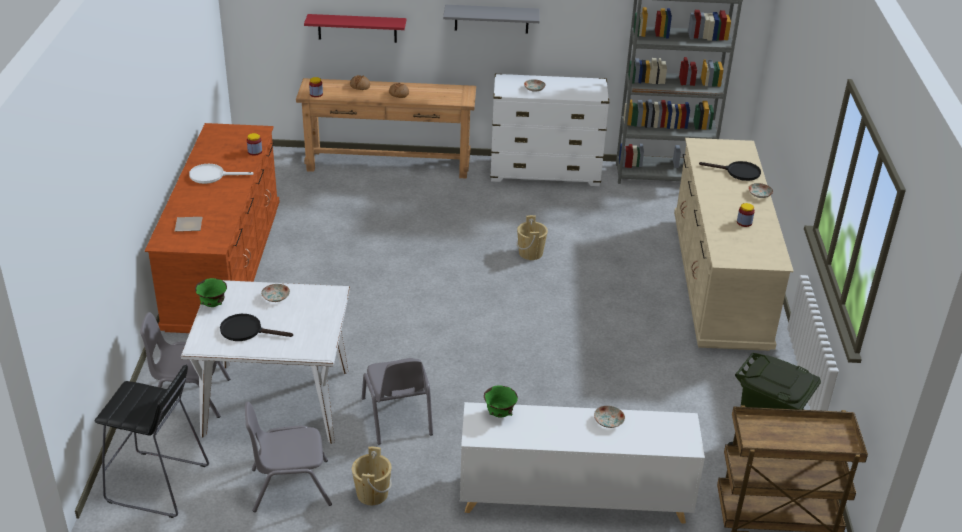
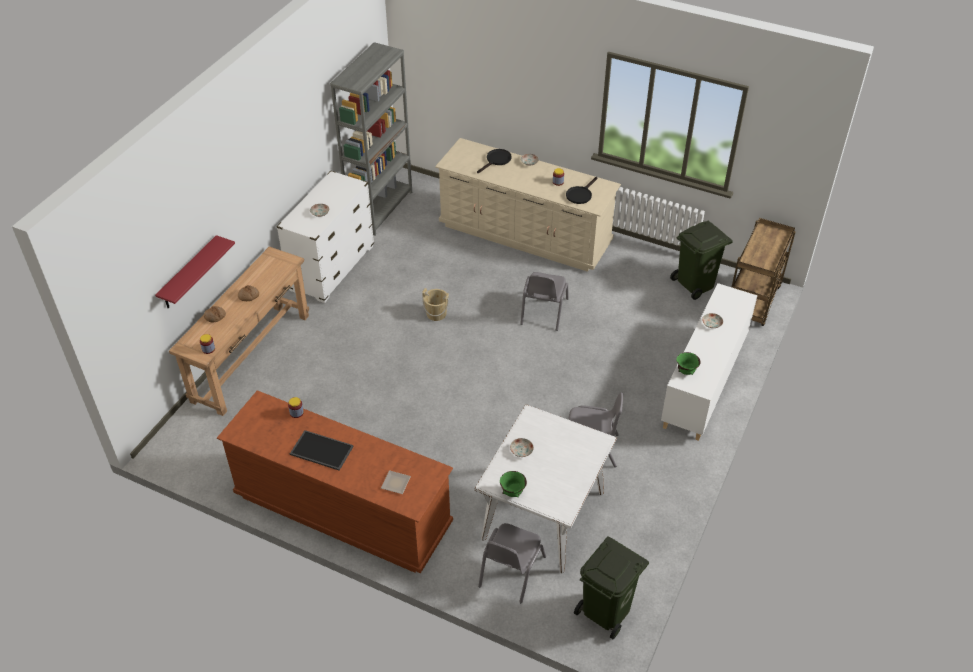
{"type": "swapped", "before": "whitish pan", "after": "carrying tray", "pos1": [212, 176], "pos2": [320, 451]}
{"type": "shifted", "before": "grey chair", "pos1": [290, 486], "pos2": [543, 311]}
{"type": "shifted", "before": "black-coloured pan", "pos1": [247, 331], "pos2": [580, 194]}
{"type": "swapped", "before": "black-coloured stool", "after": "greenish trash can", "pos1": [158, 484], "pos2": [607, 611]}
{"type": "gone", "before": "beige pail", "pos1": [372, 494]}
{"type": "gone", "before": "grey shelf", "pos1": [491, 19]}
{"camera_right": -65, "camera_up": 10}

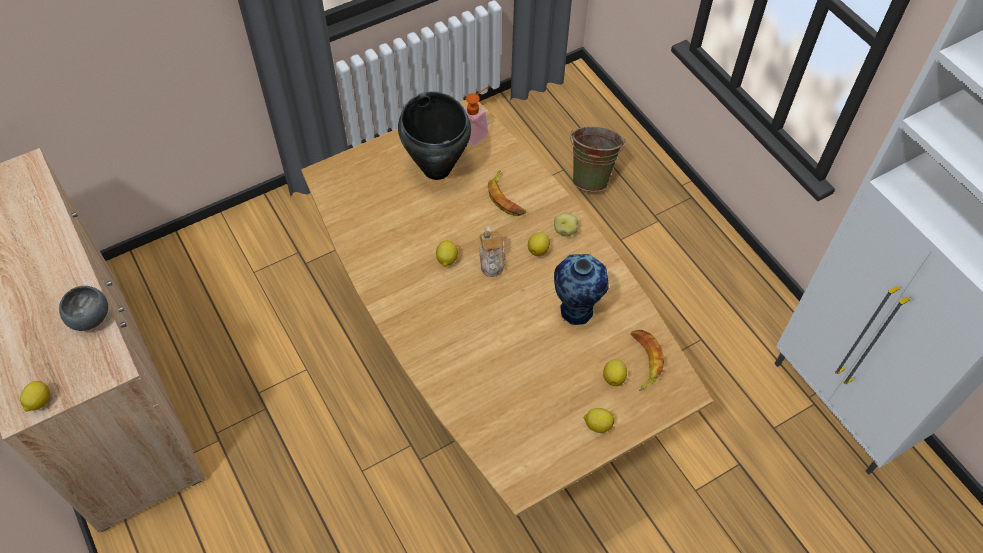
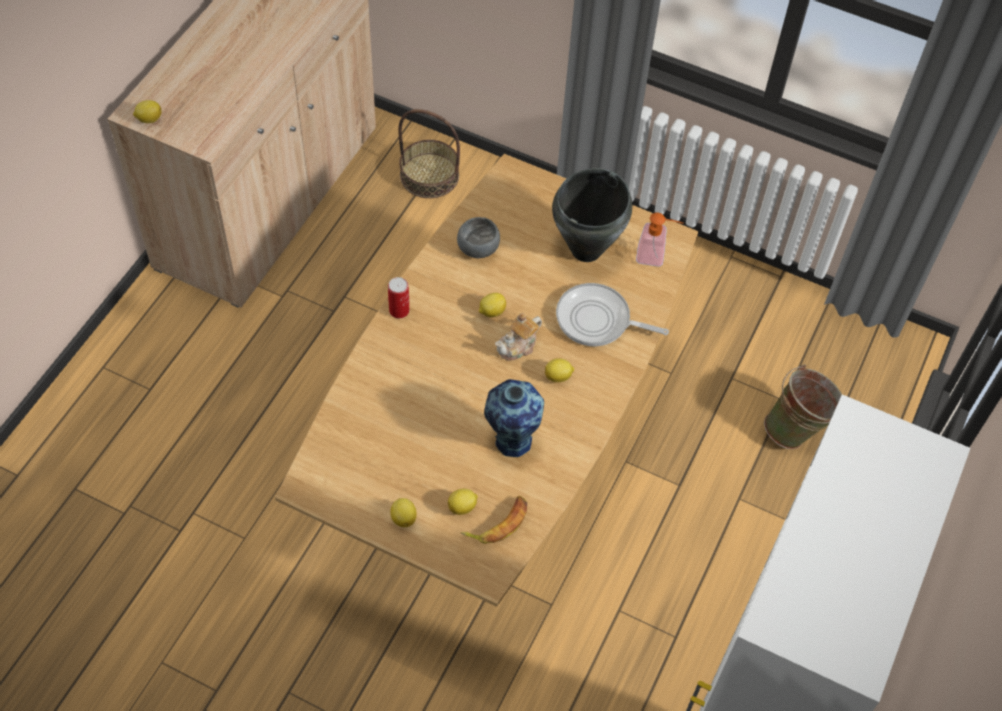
{"type": "new", "after": "sealed can", "pos2": [399, 310]}
{"type": "new", "after": "household basket", "pos2": [429, 175]}
{"type": "shifted", "before": "grey deep dish", "pos1": [91, 317], "pos2": [479, 249]}
{"type": "swapped", "before": "banana", "after": "pan", "pos1": [506, 198], "pos2": [597, 320]}
{"type": "gone", "before": "potato", "pos1": [565, 230]}
{"camera_right": 55, "camera_up": 0}

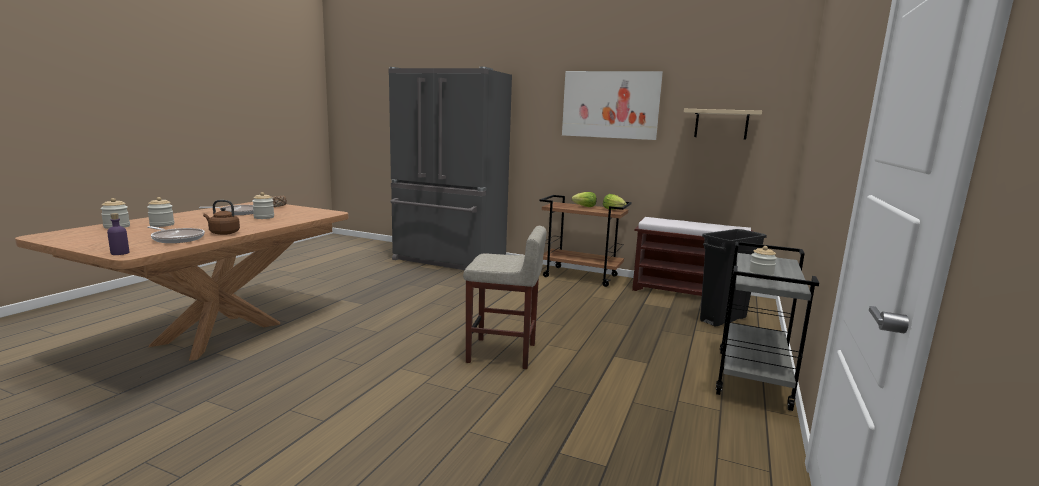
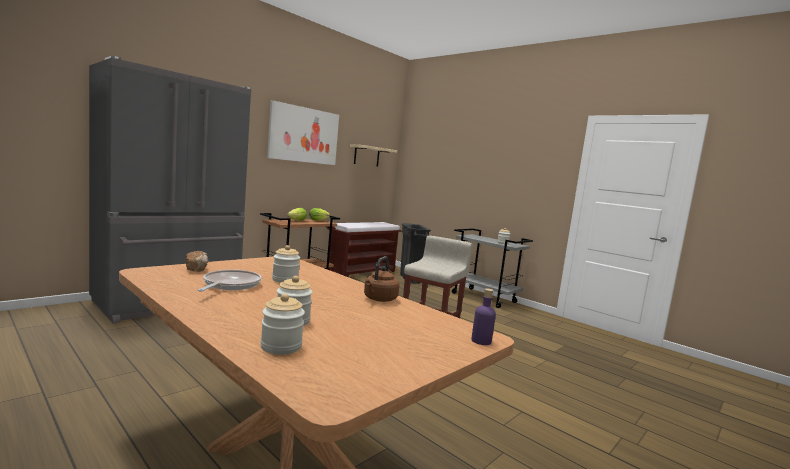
{"type": "gone", "before": "pan", "pos1": [177, 239]}
{"camera_right": -70, "camera_up": -5}

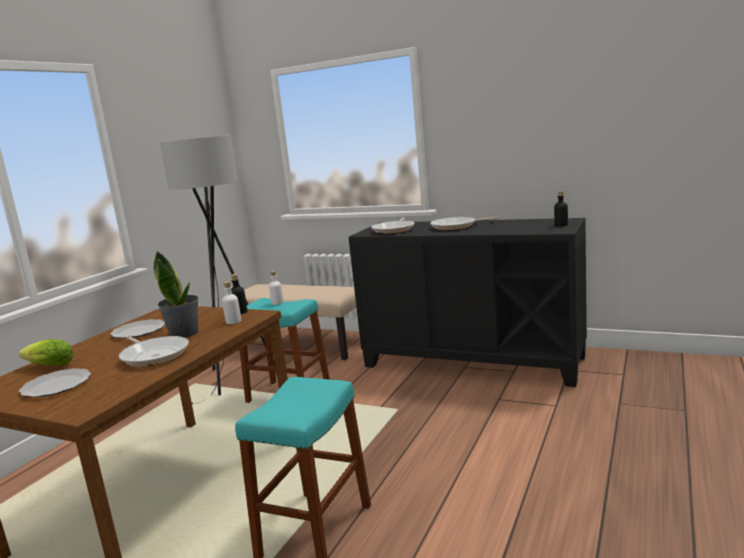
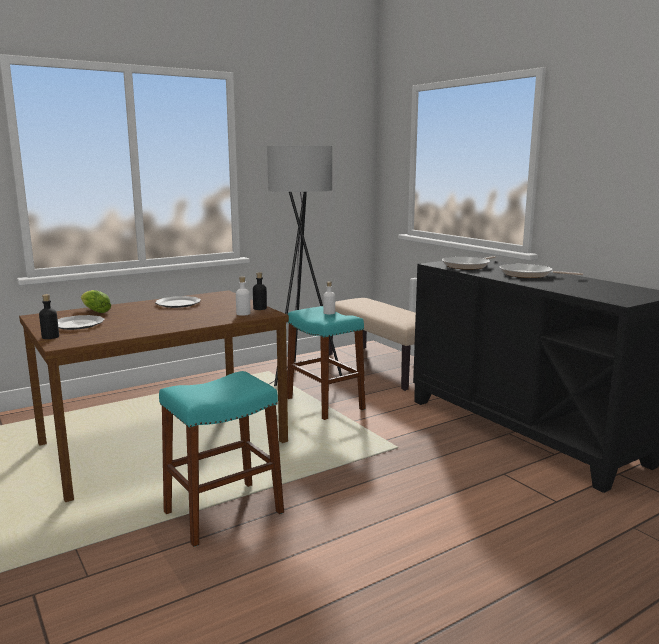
{"type": "shifted", "before": "black-coloured bottle", "pos1": [561, 225], "pos2": [50, 337]}
{"type": "gone", "before": "pan", "pos1": [154, 355]}
{"type": "gone", "before": "plant in a pot", "pos1": [184, 333]}
{"camera_right": 30, "camera_up": 0}

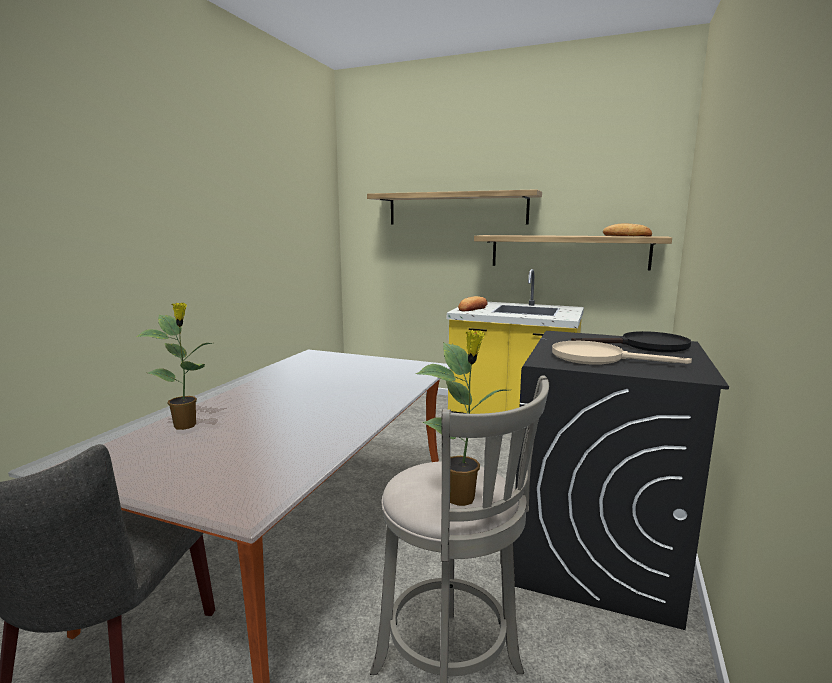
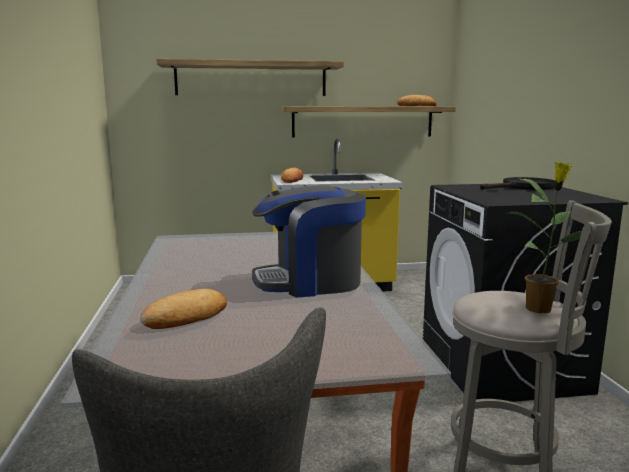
{"type": "swapped", "before": "plant in a pot", "after": "bakery bread", "pos1": [186, 425], "pos2": [186, 316]}
{"type": "new", "after": "coffee machine", "pos2": [310, 282]}
{"type": "gone", "before": "beige pan", "pos1": [598, 358]}
{"camera_right": -30, "camera_up": 0}

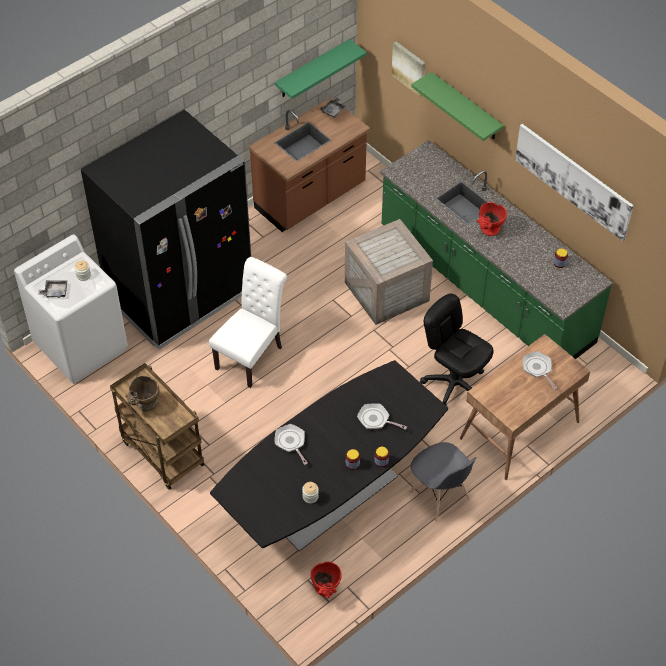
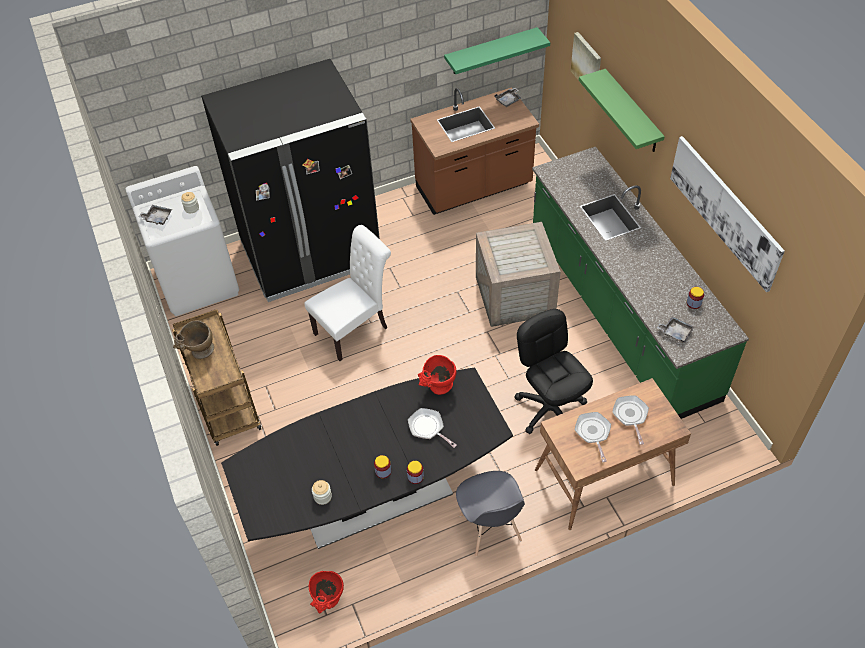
{"type": "shifted", "before": "red-coloured flower vase", "pos1": [489, 231], "pos2": [438, 388]}
{"type": "shifted", "before": "pan", "pos1": [291, 442], "pos2": [593, 433]}
{"type": "new", "after": "grey carrying tray", "pos2": [675, 332]}
{"camera_right": 20, "camera_up": 0}

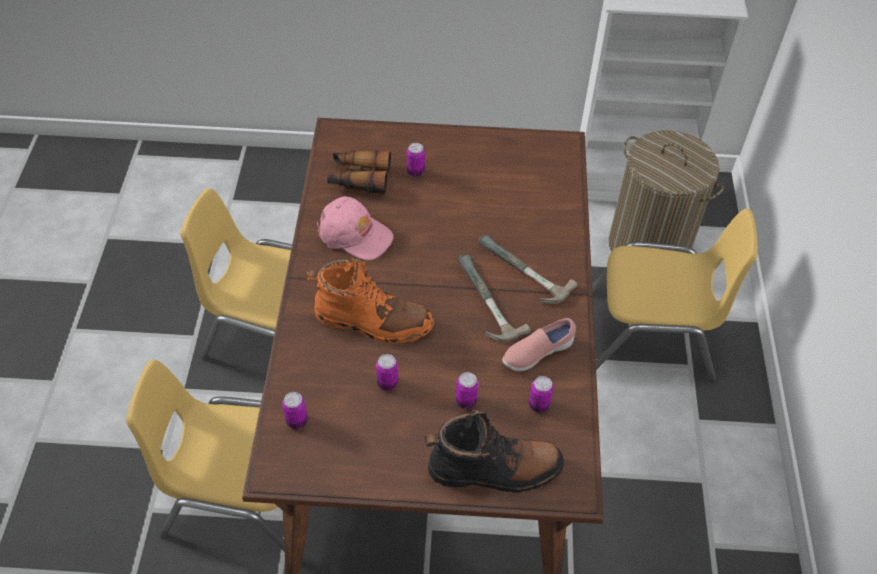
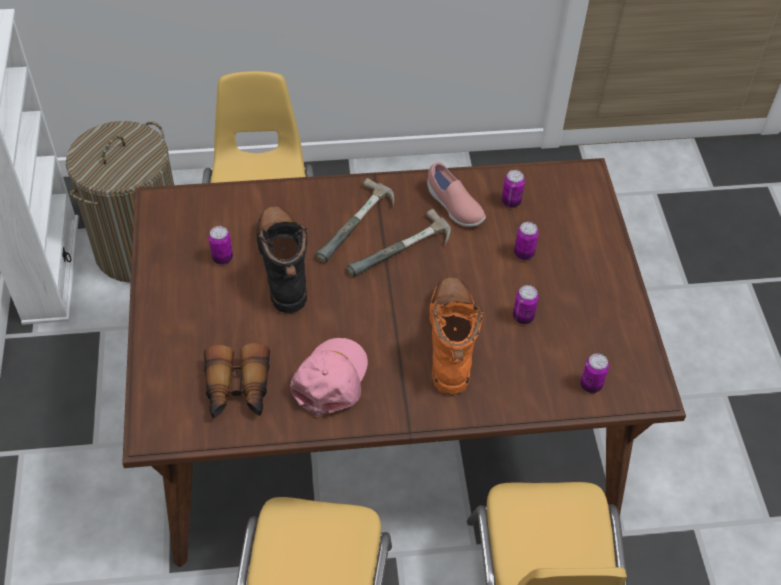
{"type": "shifted", "before": "sealed can", "pos1": [415, 172], "pos2": [222, 258]}
{"type": "shifted", "before": "black-coloured tall boot", "pos1": [494, 470], "pos2": [283, 266]}
{"camera_right": -100, "camera_up": 0}

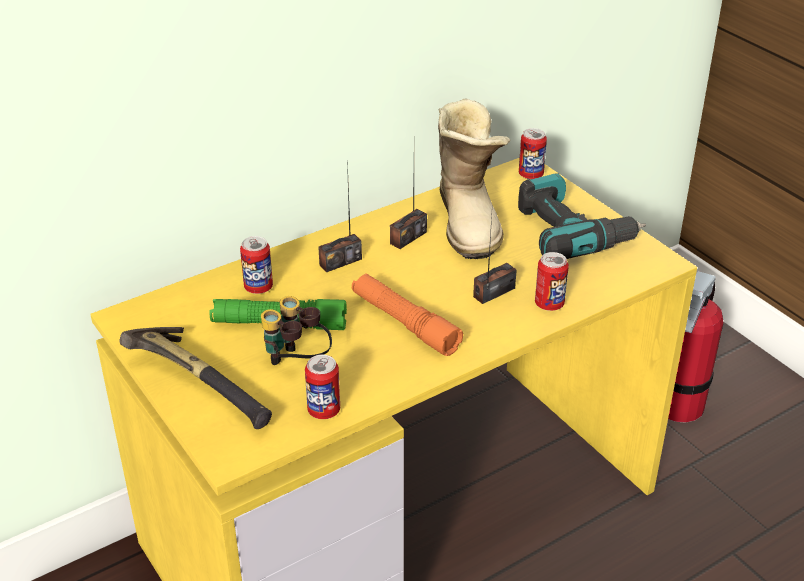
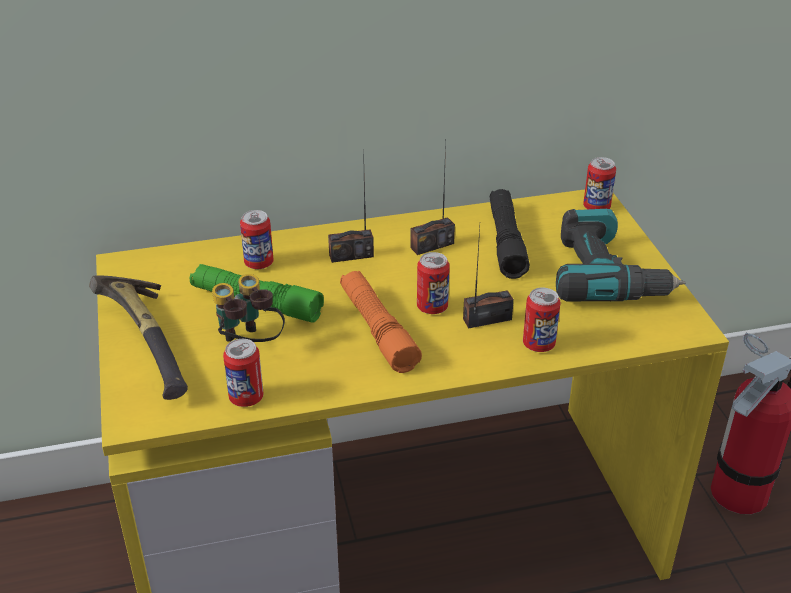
{"type": "new", "after": "sealed can", "pos2": [432, 307]}
{"type": "swapped", "before": "tall boot", "after": "black-coloured hand torch", "pos1": [471, 221], "pos2": [506, 241]}
{"camera_right": 20, "camera_up": 0}

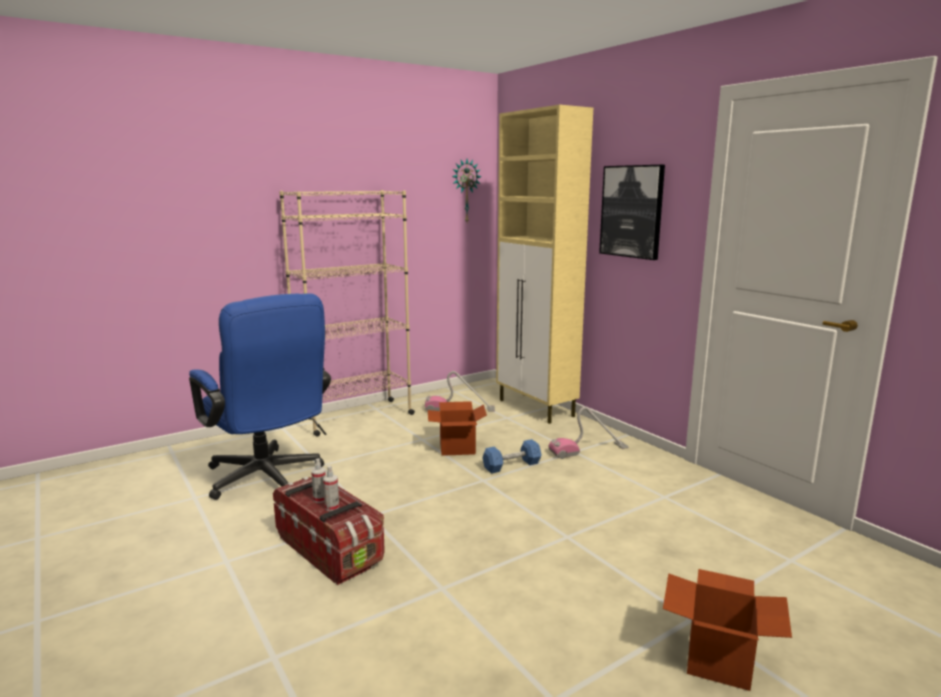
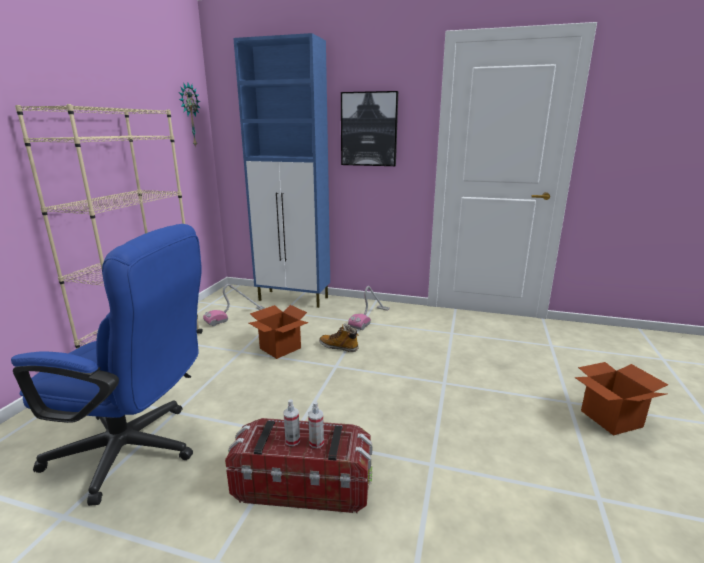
{"type": "repainted", "before": "beige storage cabinet", "after": "bluish storage cabinet", "pos1": [536, 408], "pos2": [294, 299]}
{"type": "swapped", "before": "bluish dumbbell", "after": "tall boot", "pos1": [511, 466], "pos2": [339, 347]}
{"camera_right": -40, "camera_up": 5}

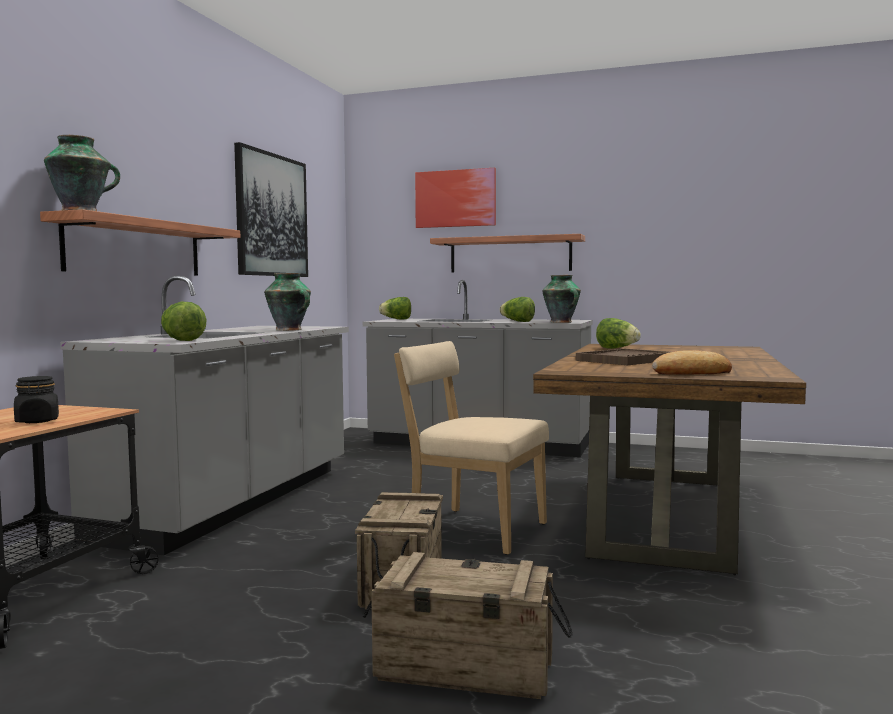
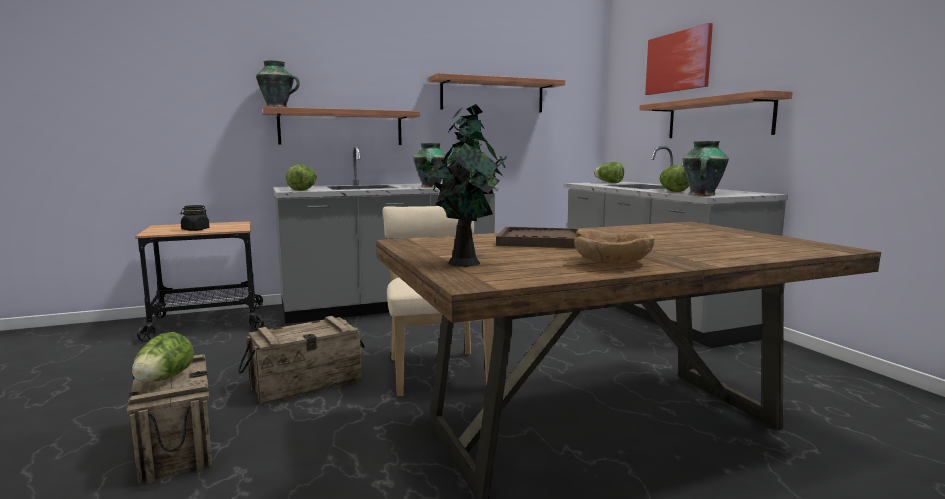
{"type": "shifted", "before": "lettuce", "pos1": [617, 348], "pos2": [163, 379]}
{"type": "swapped", "before": "bakery bread", "after": "plant in a pot", "pos1": [692, 373], "pos2": [464, 262]}
{"type": "swapped", "before": "wall art", "after": "shelf", "pos1": [271, 215], "pos2": [492, 95]}
{"type": "new", "after": "brown-coloured deep dish", "pos2": [612, 263]}
{"camera_right": 50, "camera_up": 5}

